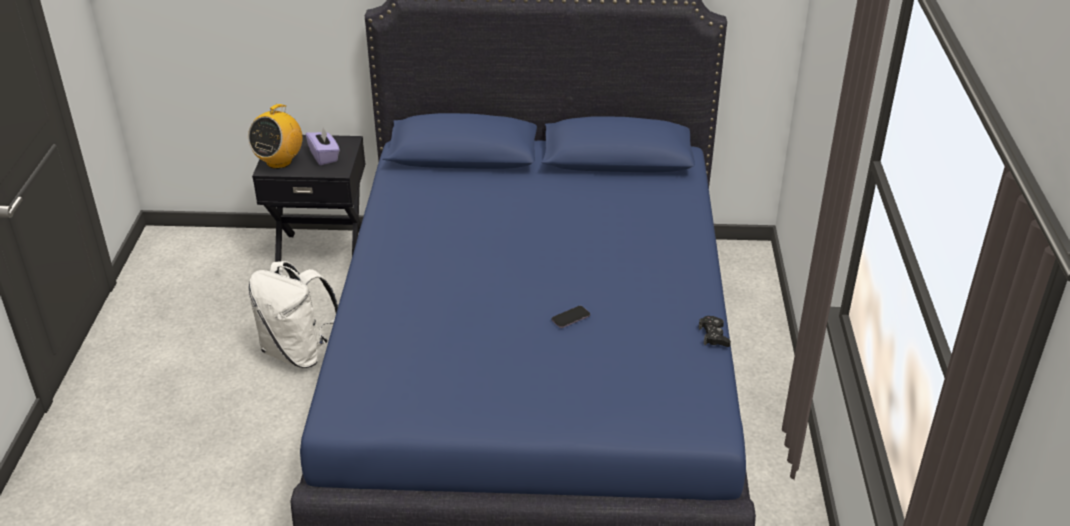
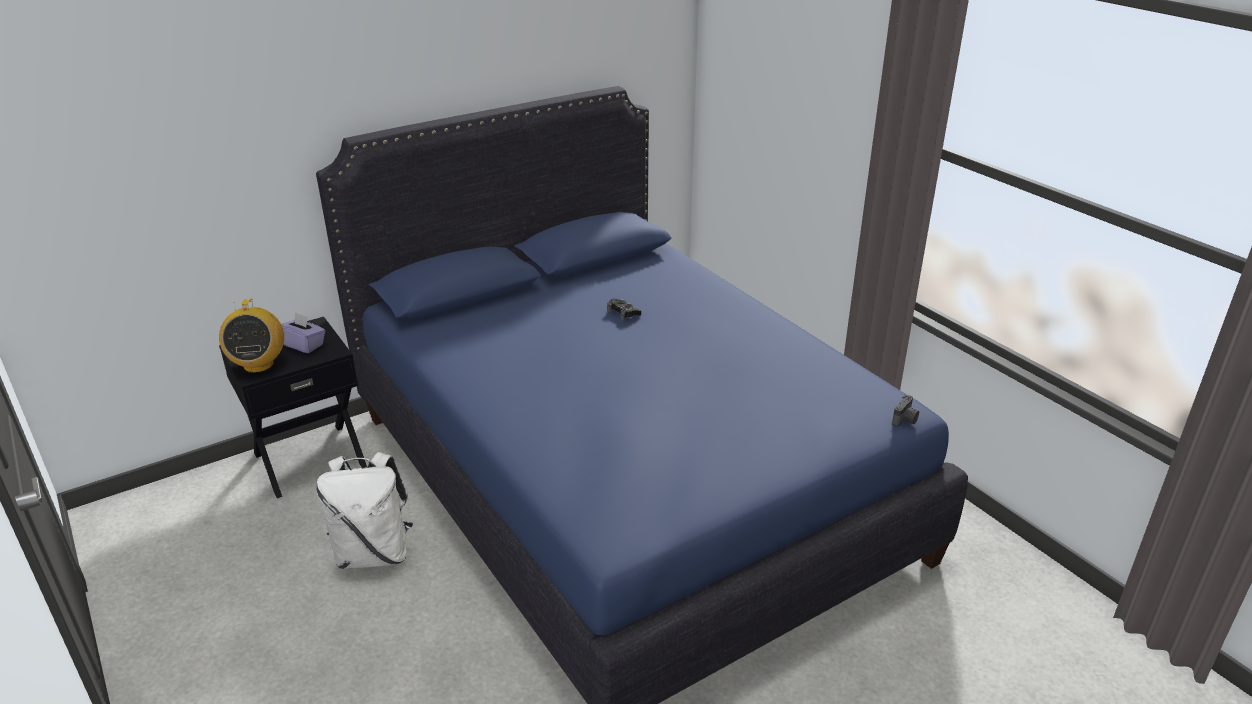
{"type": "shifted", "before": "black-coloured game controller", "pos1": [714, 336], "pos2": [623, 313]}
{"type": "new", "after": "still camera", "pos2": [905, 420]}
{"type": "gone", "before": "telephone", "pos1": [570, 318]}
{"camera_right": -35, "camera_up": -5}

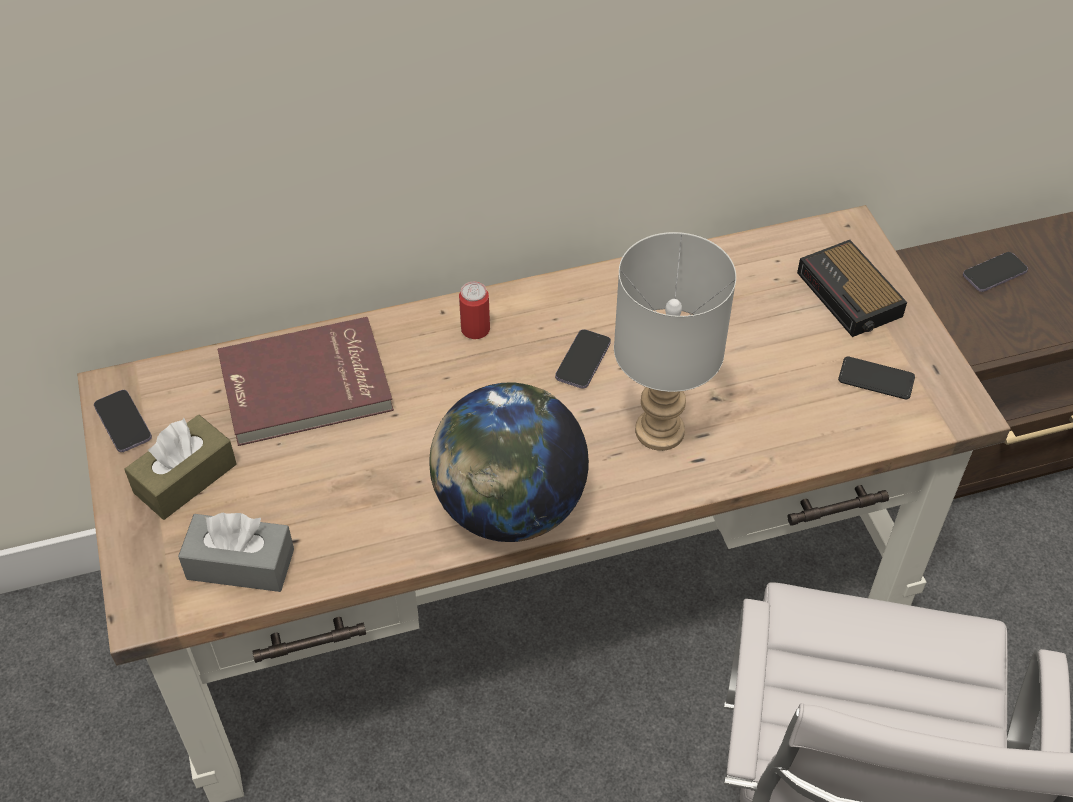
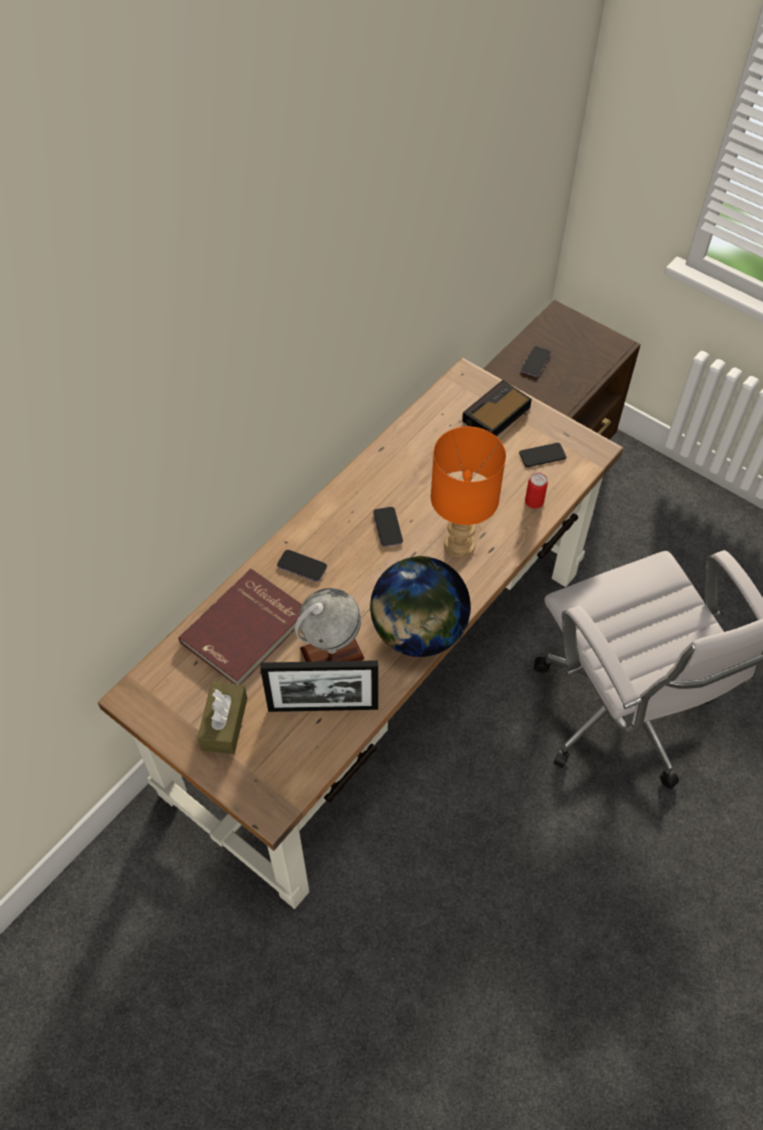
{"type": "new", "after": "standing frame", "pos2": [323, 707]}
{"type": "shifted", "before": "telephone", "pos1": [123, 423], "pos2": [302, 567]}
{"type": "new", "after": "world globe", "pos2": [331, 653]}
{"type": "repainted", "before": "grey lamp for a table", "after": "orange lamp for a table", "pos1": [657, 430], "pos2": [458, 545]}
{"type": "rotated", "before": "table clock", "pos1": [850, 296], "pos2": [495, 415], "turn": 105}
{"type": "shifted", "before": "sealed can", "pos1": [475, 329], "pos2": [534, 501]}
{"type": "gone", "before": "grey tissue box", "pos1": [240, 564]}
{"camera_right": -35, "camera_up": 5}

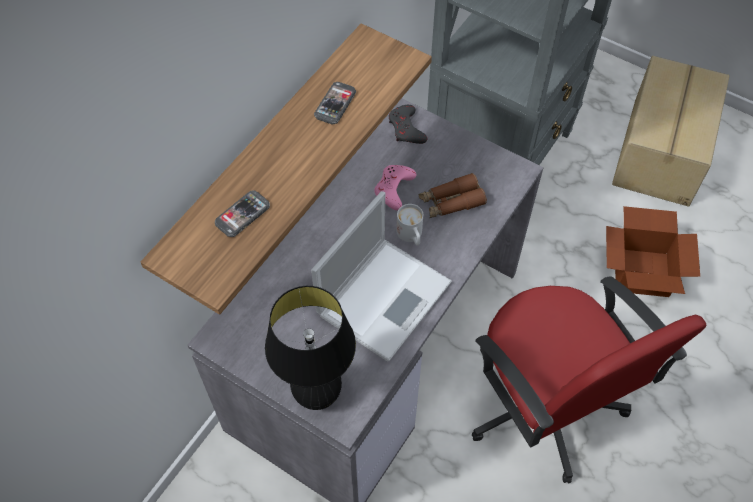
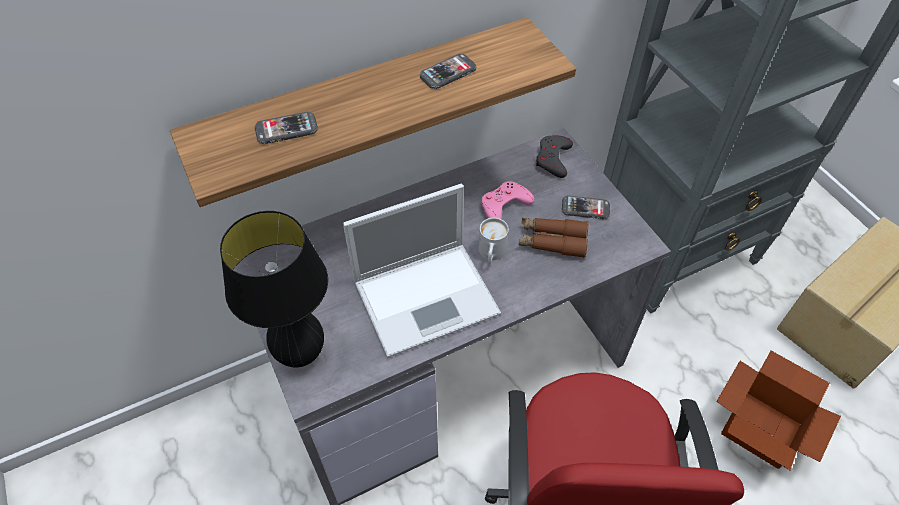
{"type": "new", "after": "telephone", "pos2": [585, 208]}
{"camera_right": 30, "camera_up": -5}

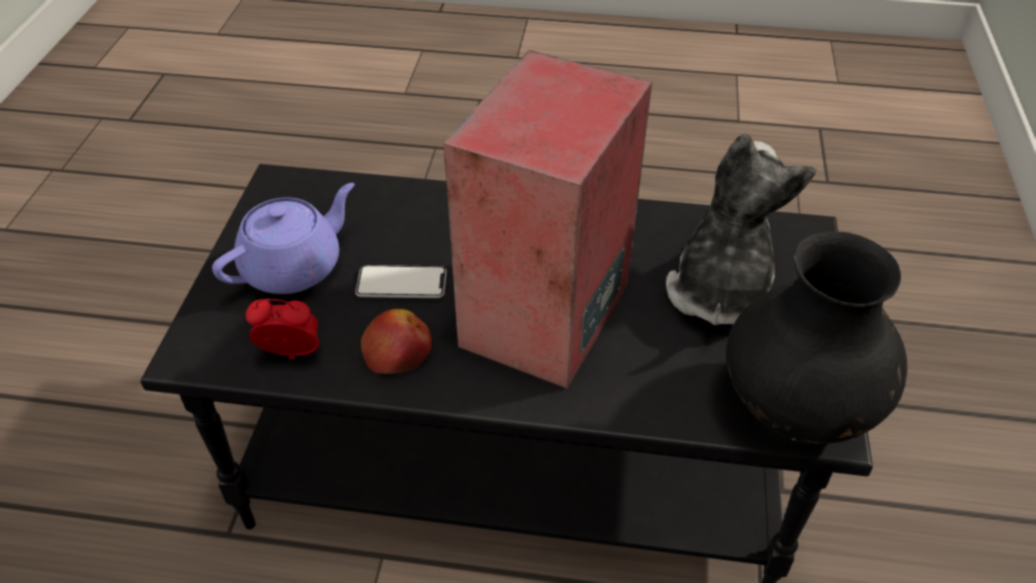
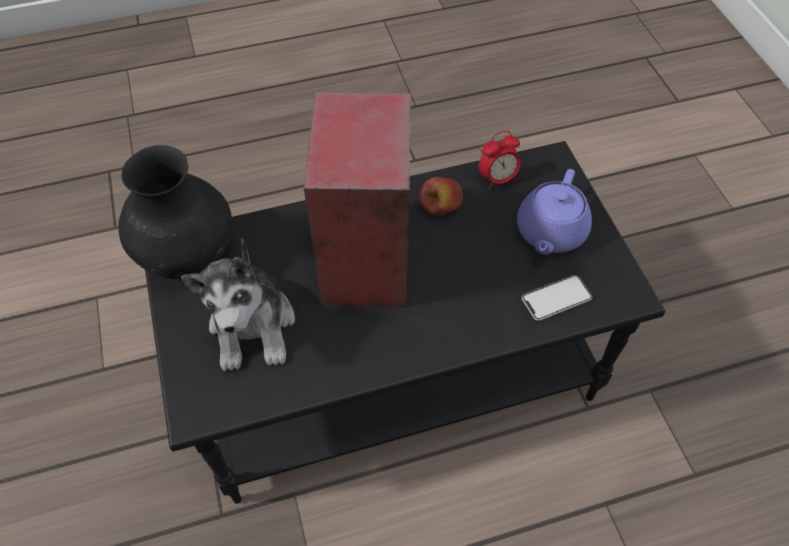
{"type": "shifted", "before": "telephone", "pos1": [401, 283], "pos2": [556, 298]}
{"camera_right": 155, "camera_up": 10}

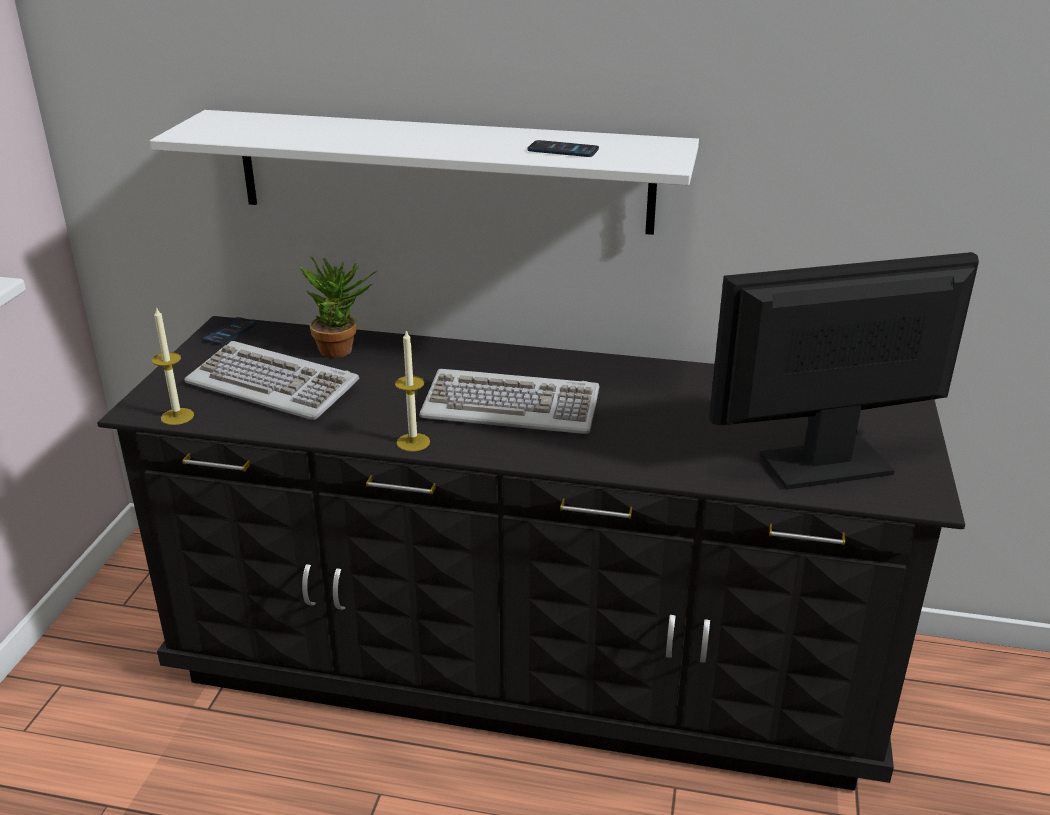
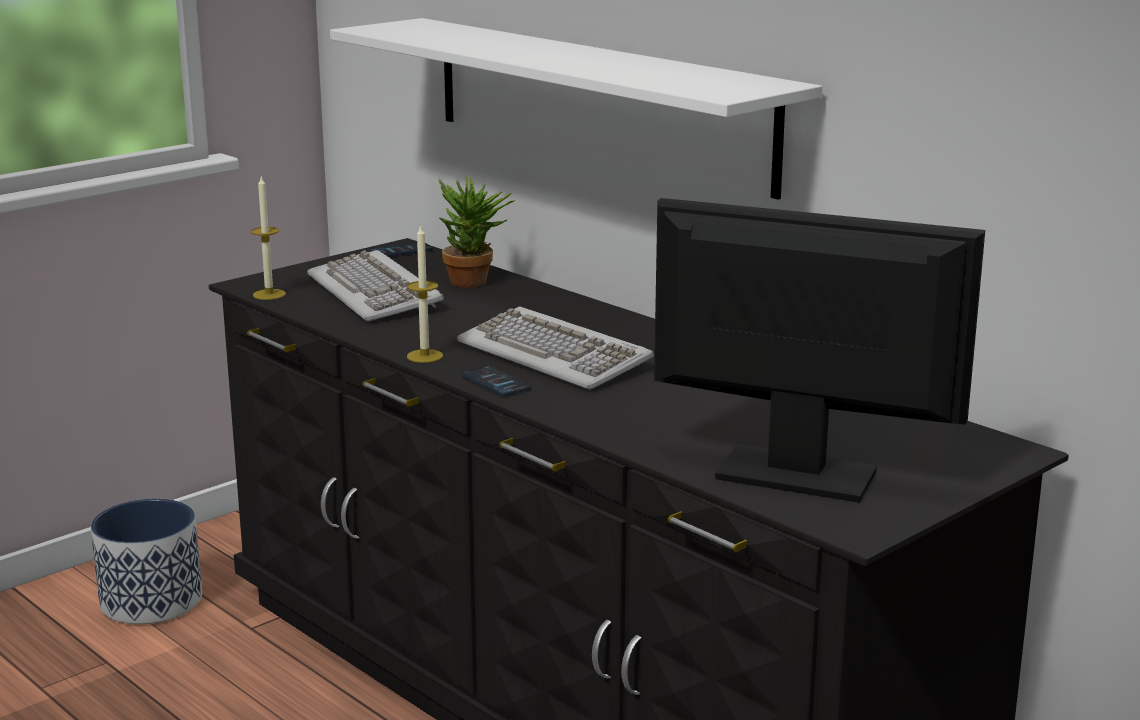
{"type": "new", "after": "flower pot", "pos2": [152, 601]}
{"type": "shifted", "before": "telephone", "pos1": [563, 150], "pos2": [495, 383]}
{"camera_right": 35, "camera_up": -10}

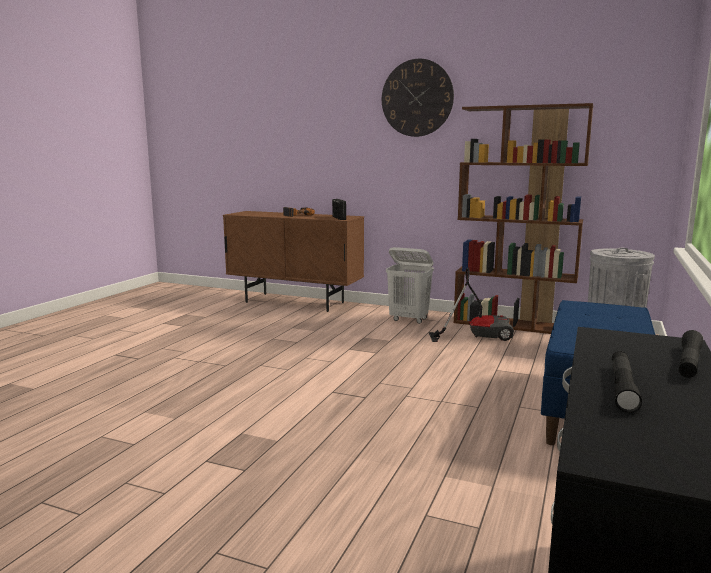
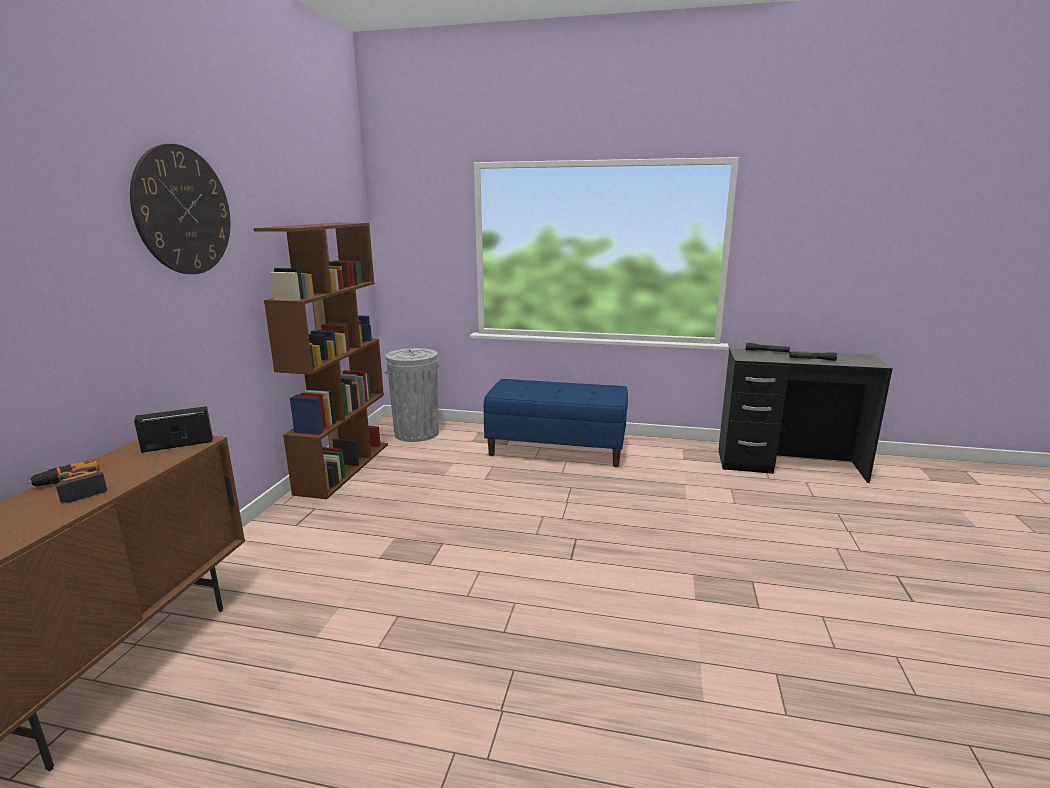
{"type": "gone", "before": "whitish hamper", "pos1": [409, 319]}
{"type": "gone", "before": "vacuum cleaner", "pos1": [477, 336]}
{"camera_right": -100, "camera_up": 5}

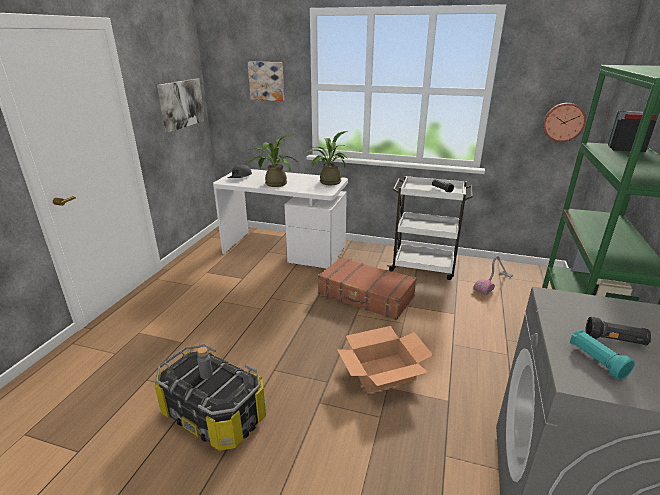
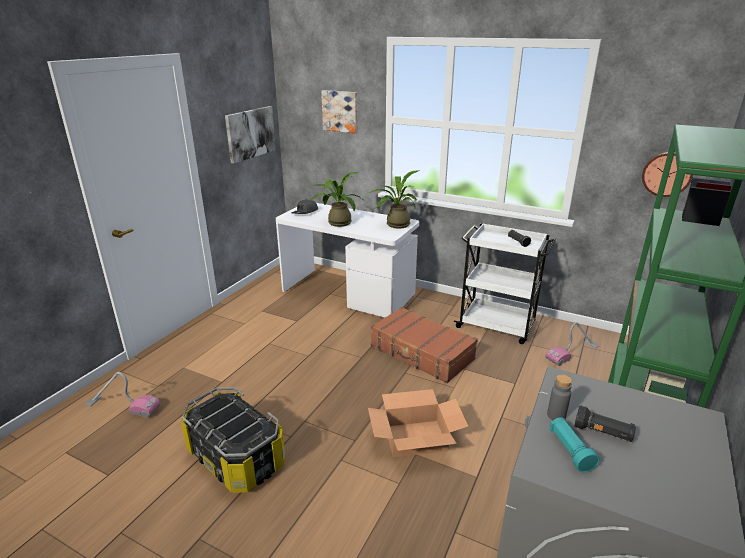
{"type": "new", "after": "vacuum cleaner", "pos2": [123, 406]}
{"type": "shifted", "before": "grey bottle", "pos1": [206, 374], "pos2": [556, 415]}
{"camera_right": 10, "camera_up": 0}

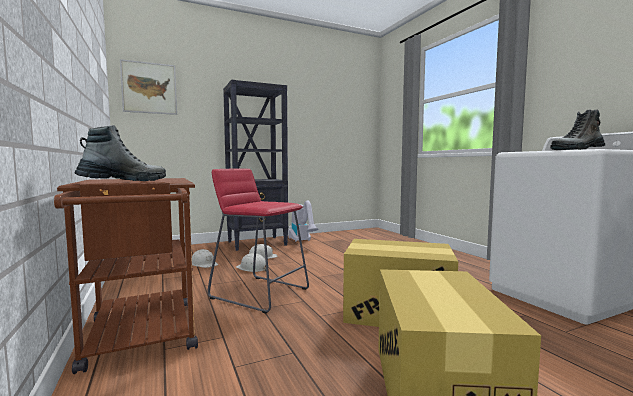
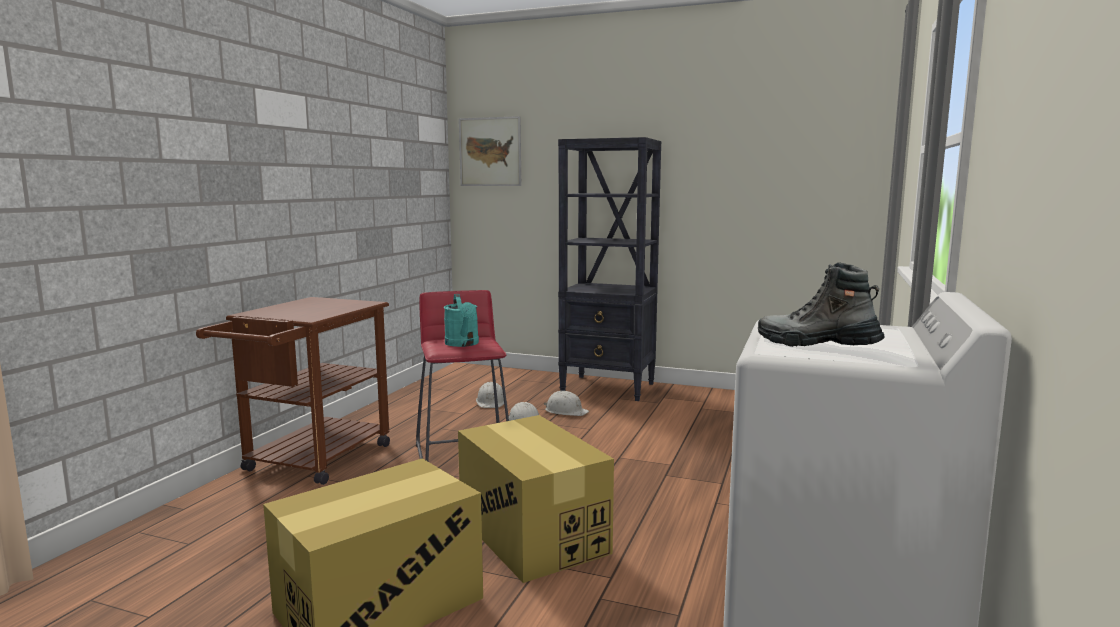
{"type": "new", "after": "blue-green watering pot", "pos2": [463, 344]}
{"type": "gone", "before": "tall boot", "pos1": [124, 181]}
{"type": "gone", "before": "vacuum cleaner", "pos1": [302, 241]}
{"camera_right": 45, "camera_up": 5}

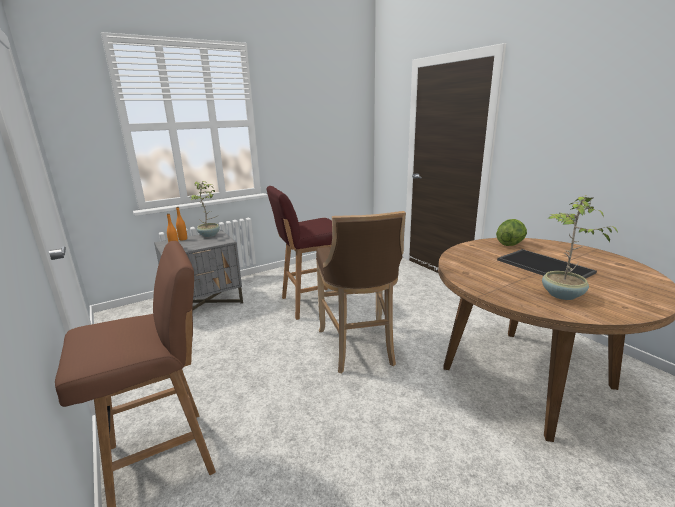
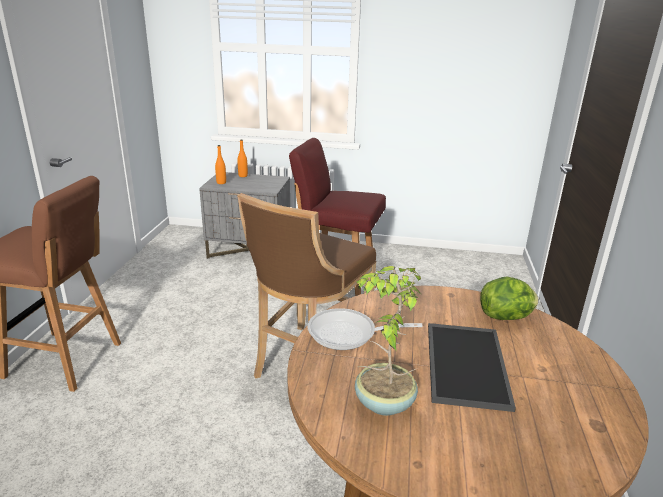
{"type": "new", "after": "pan", "pos2": [348, 334]}
{"type": "gone", "before": "plant in a pot", "pos1": [210, 235]}
{"camera_right": 40, "camera_up": 5}

